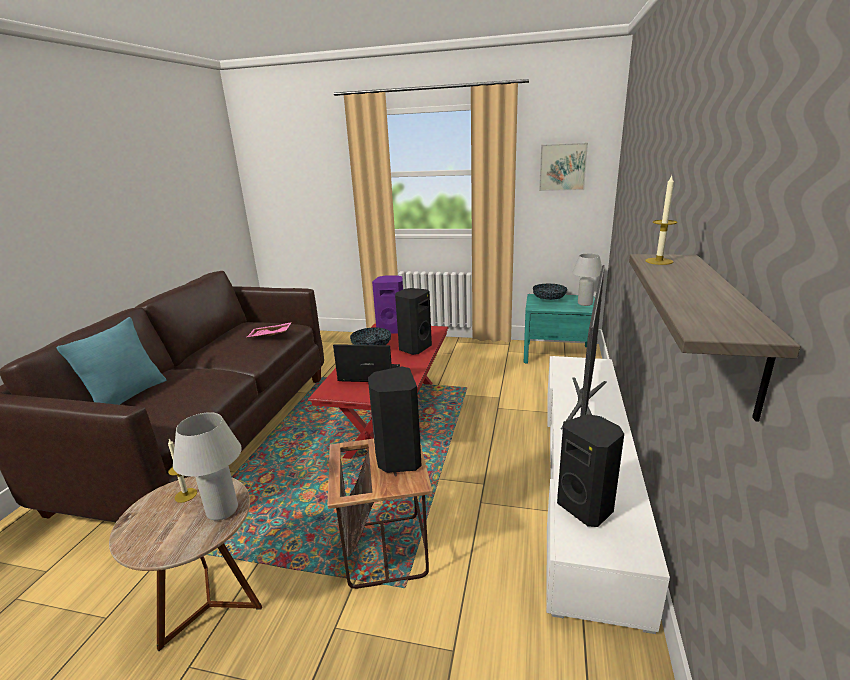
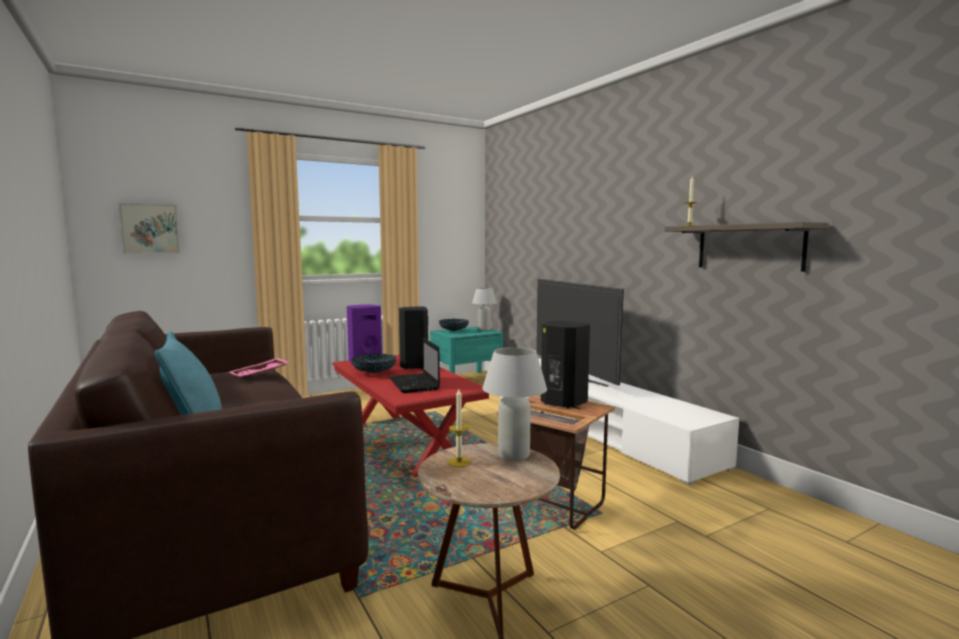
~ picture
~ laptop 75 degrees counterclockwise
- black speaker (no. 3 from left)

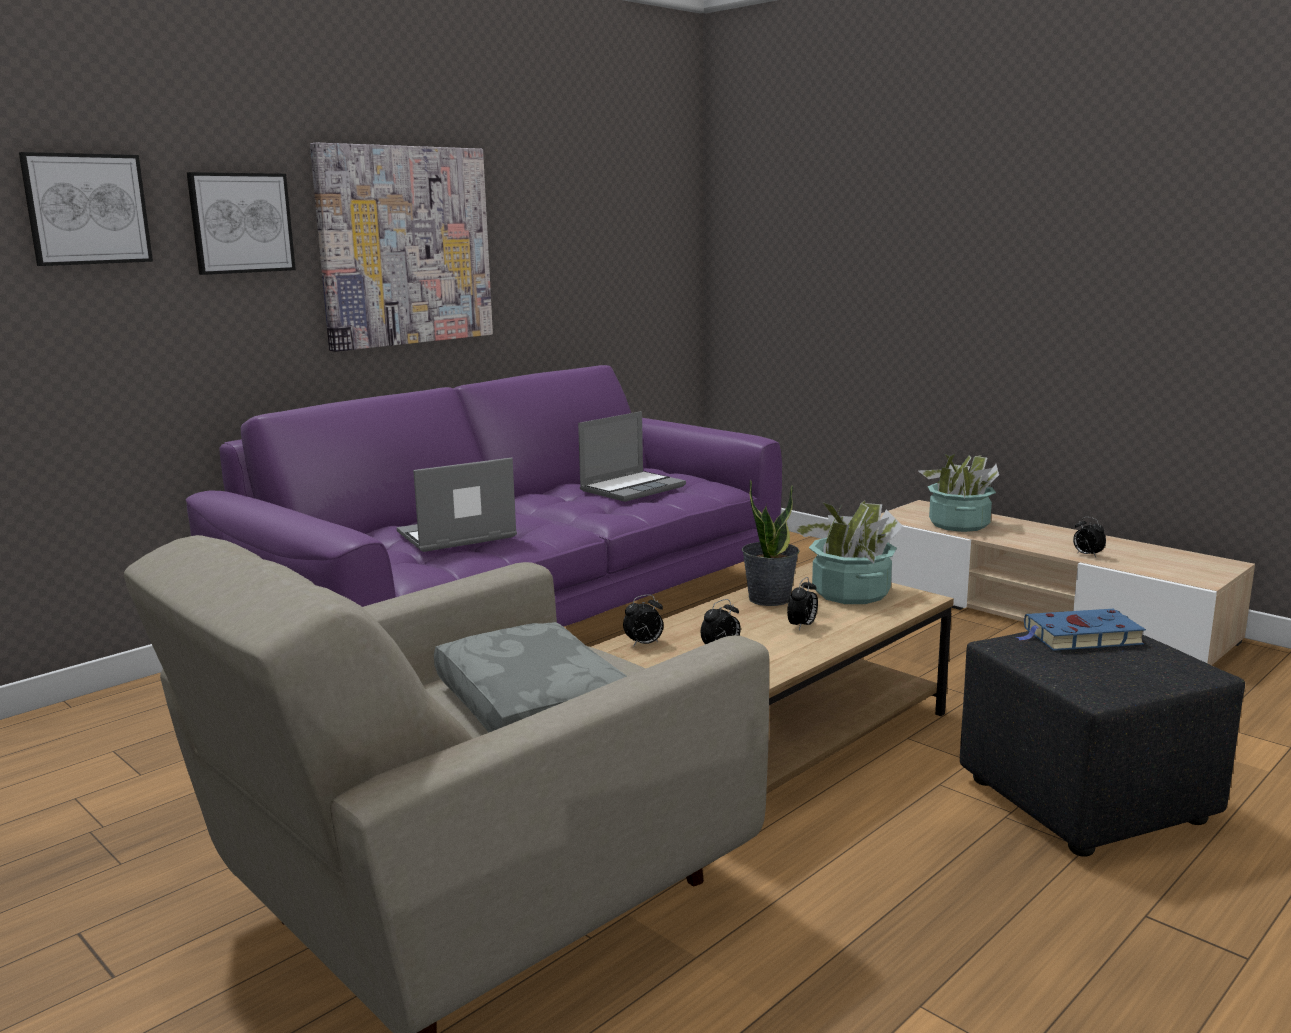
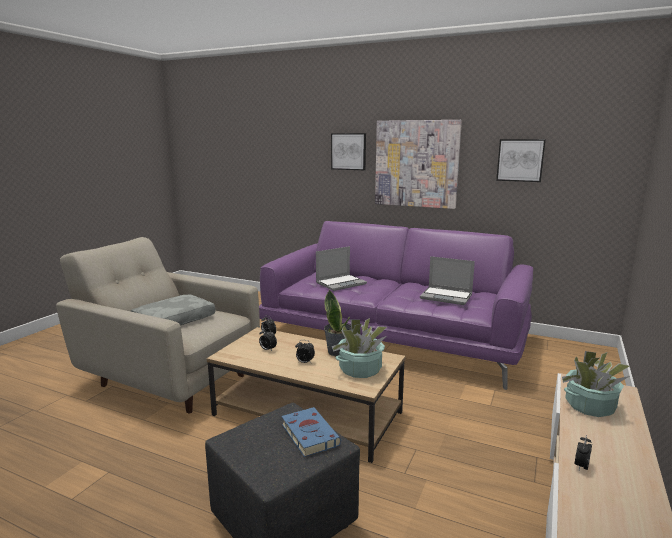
~ laptop (no. 1 from left) 105 degrees clockwise
~ picture (no. 1 from left in the first image) to picture (no. 3 from left)

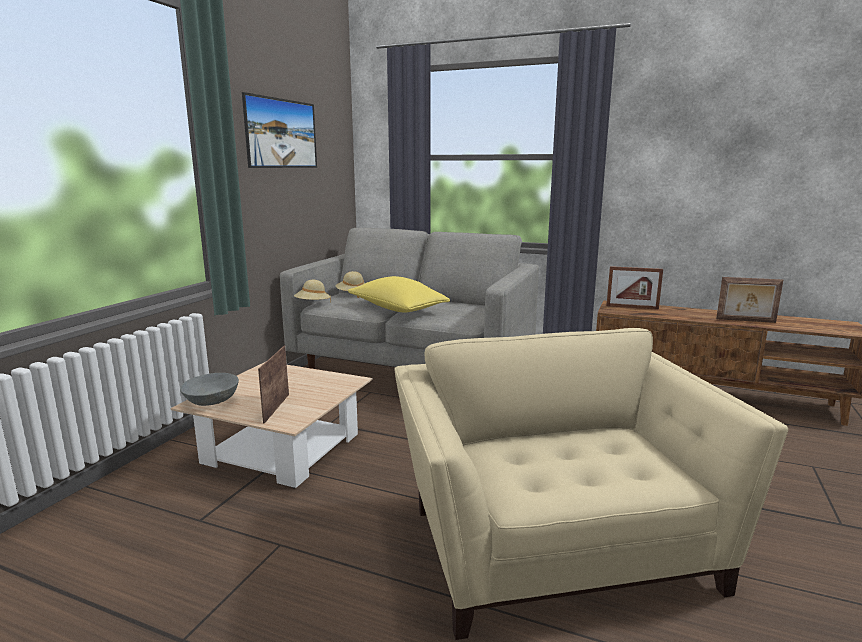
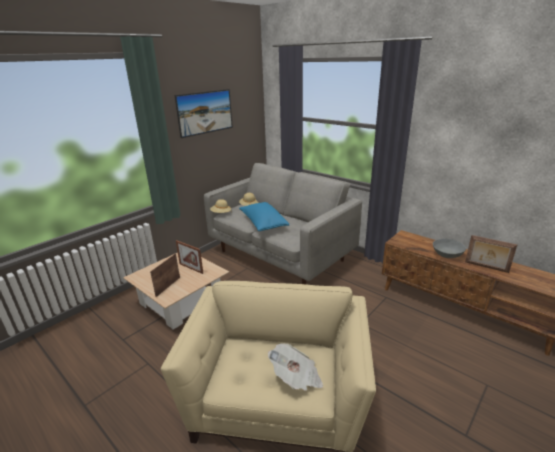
~ picture frame (no. 2 from left)
~ yellow pillow to blue pillow
+ newspaper
~ grey bowl

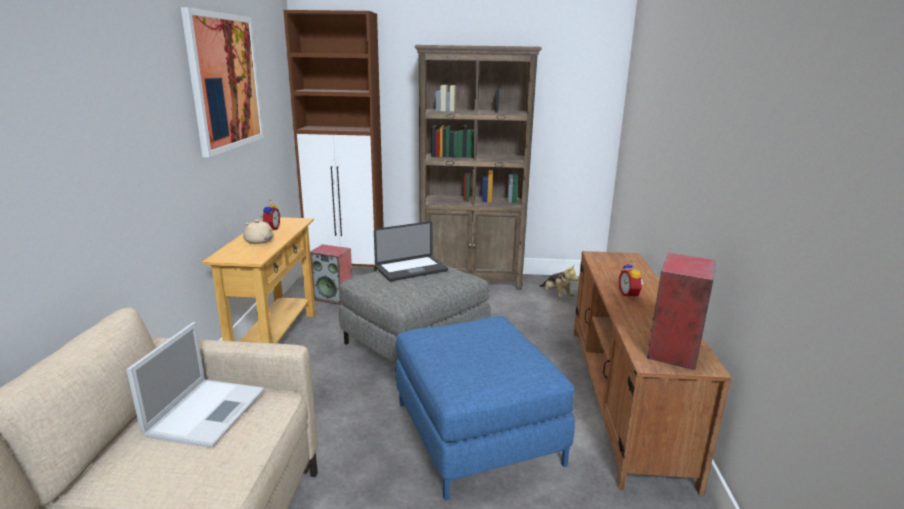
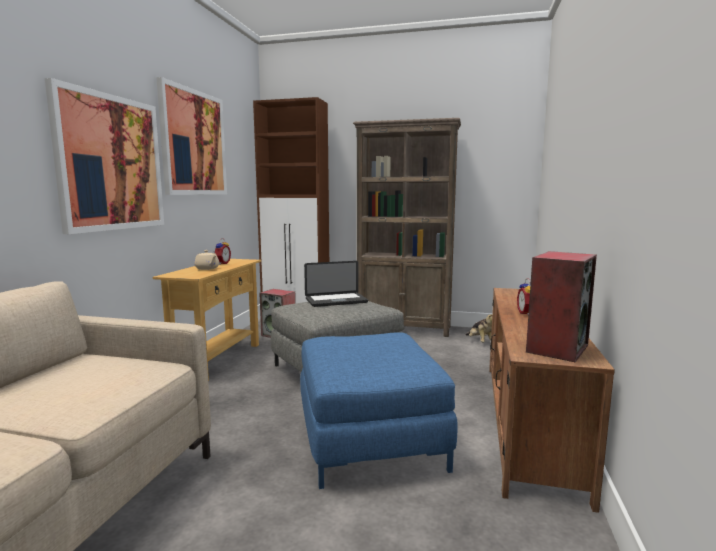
+ picture (no. 1 from left)
- laptop (no. 1 from left)

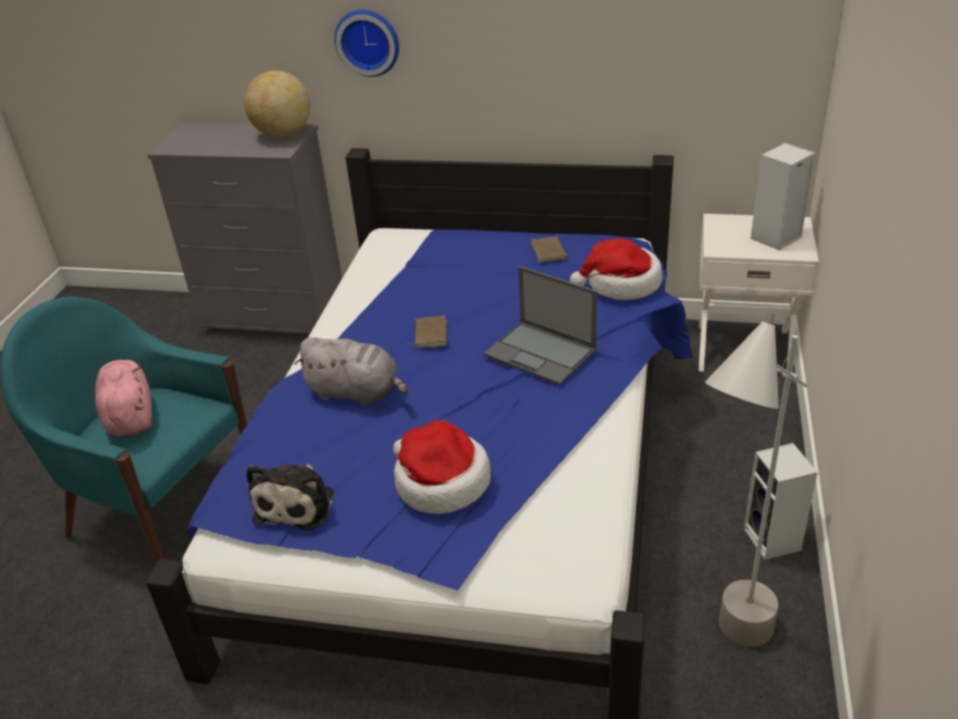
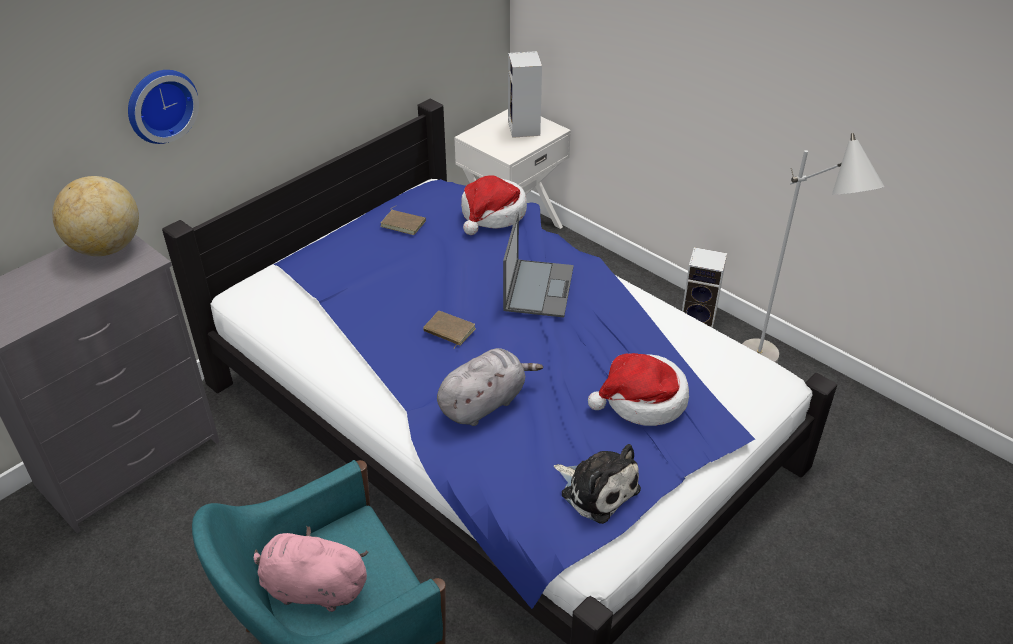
~ laptop 60 degrees counterclockwise

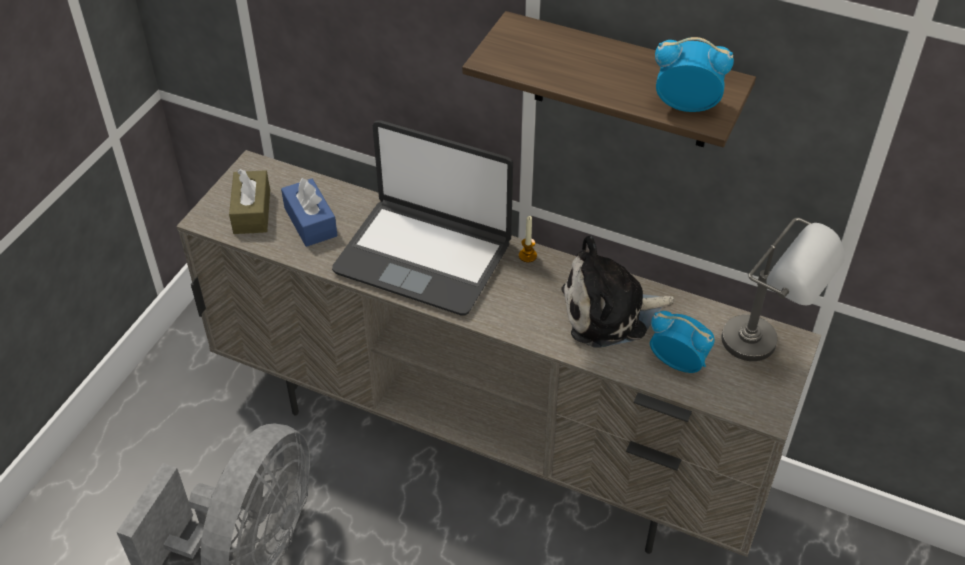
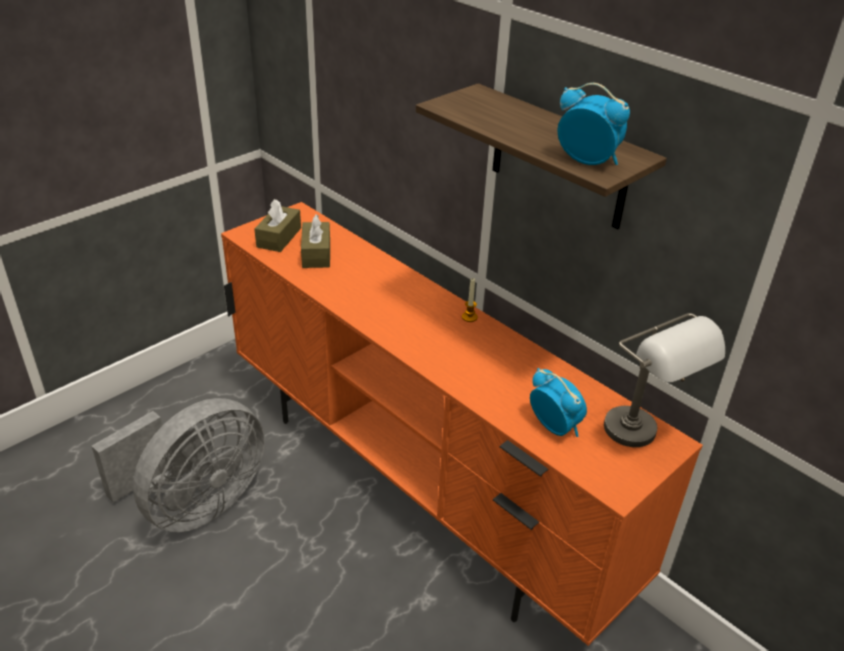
~ beige tv stand to orange tv stand
~ blue tissue box to brown tissue box (no. 2 from left)
- laptop
- plush toy

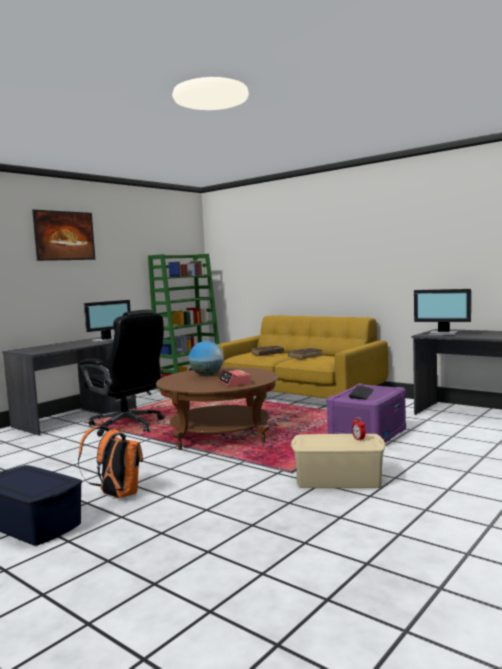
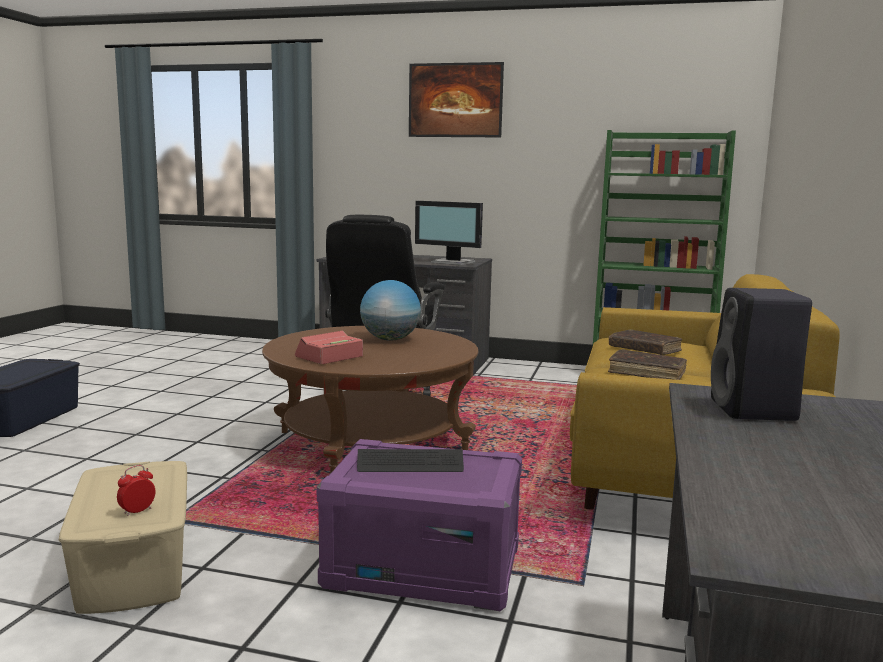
~ monitor (no. 2 from left) to black speaker
- orange backpack

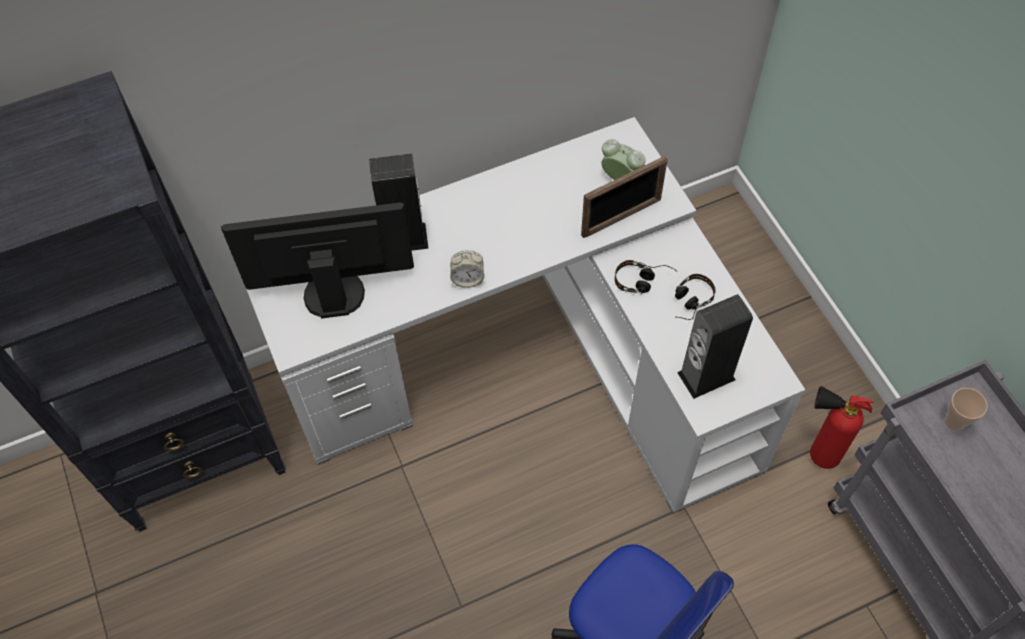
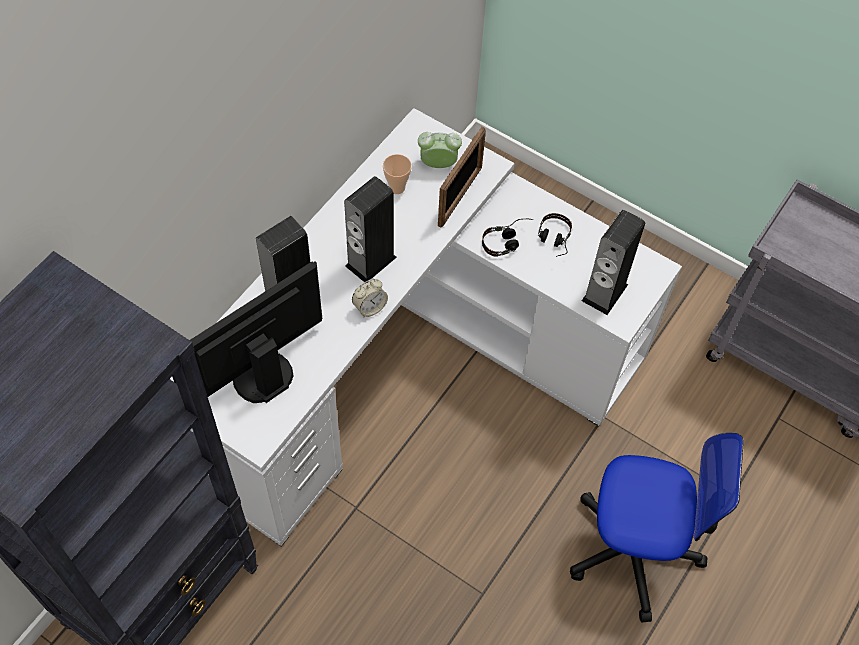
+ speaker (no. 2 from left)
~ cup
- fire extinguisher

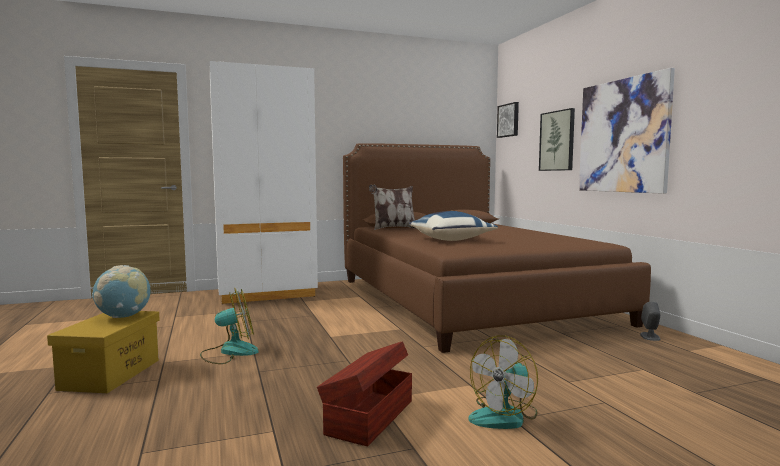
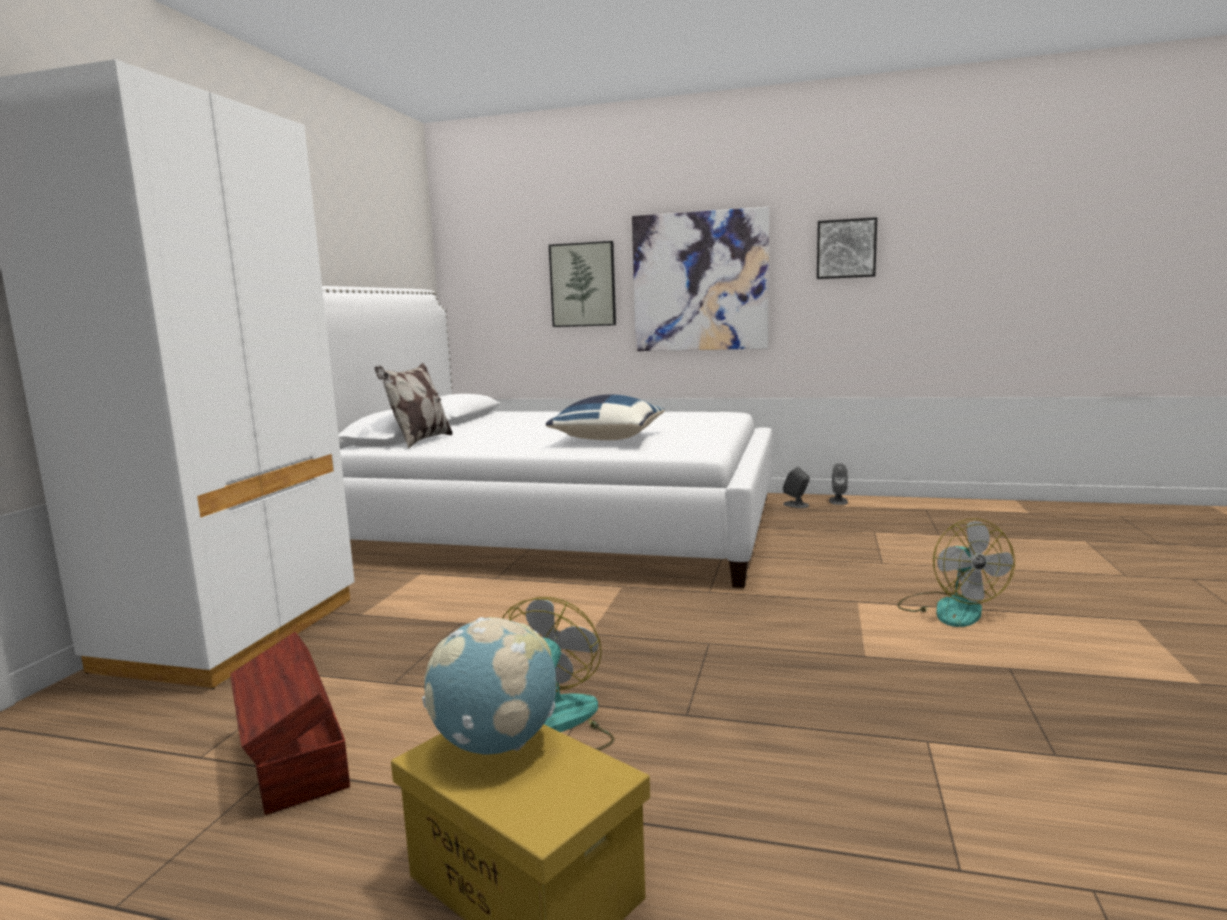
~ brown storage box
~ brown bed to white bed
~ picture (no. 1 from left in the first image) to picture (no. 3 from left)
+ grey speaker (no. 2 from left)

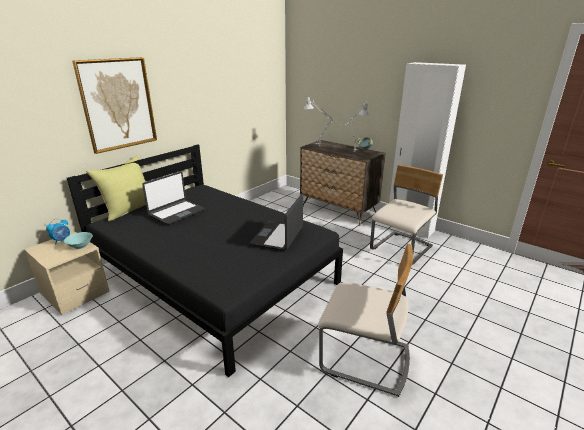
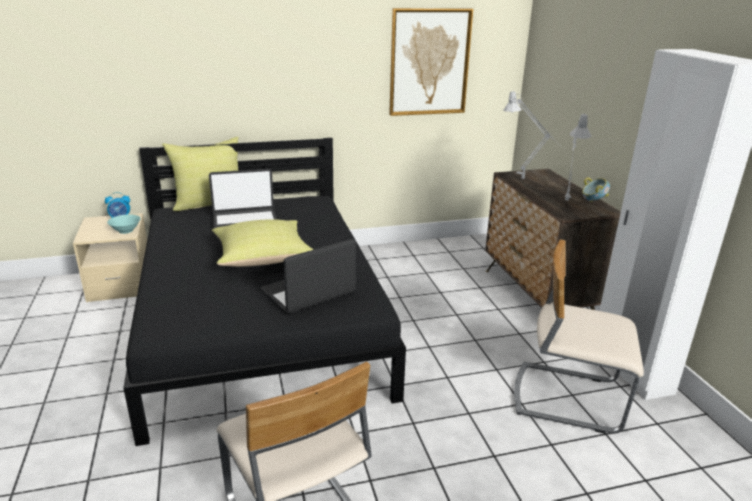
+ yellow pillow (no. 2 from left)
~ picture
~ beige chair (no. 2 from left) 150 degrees counterclockwise

